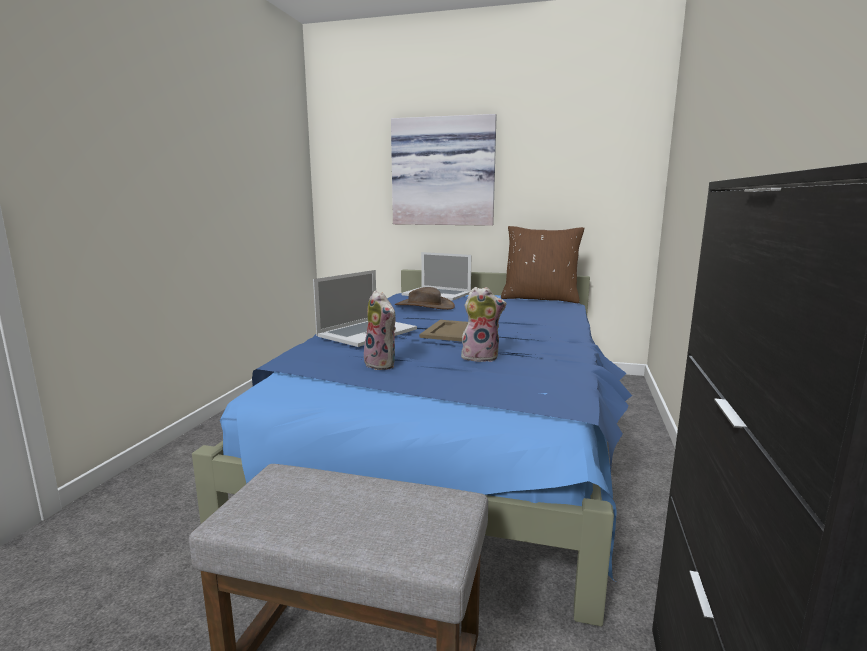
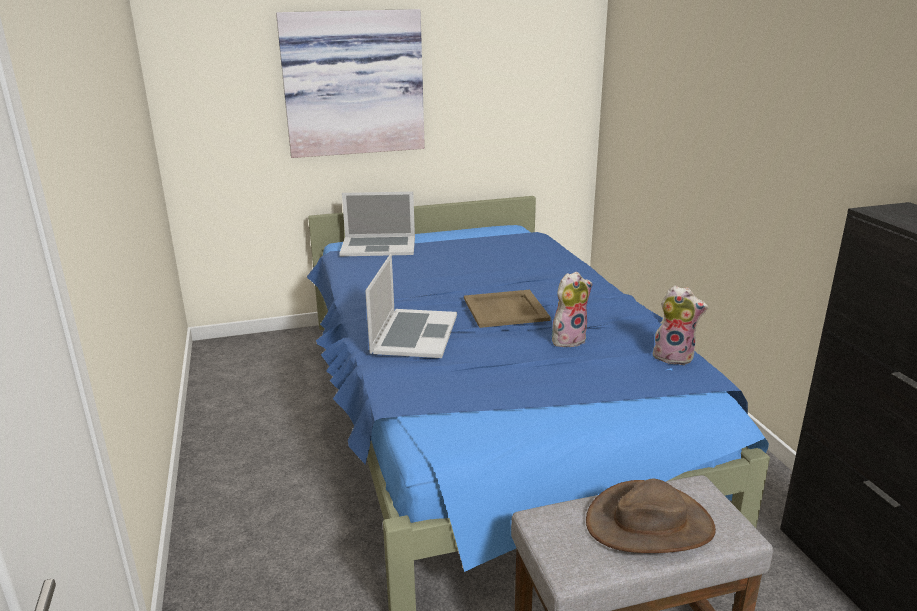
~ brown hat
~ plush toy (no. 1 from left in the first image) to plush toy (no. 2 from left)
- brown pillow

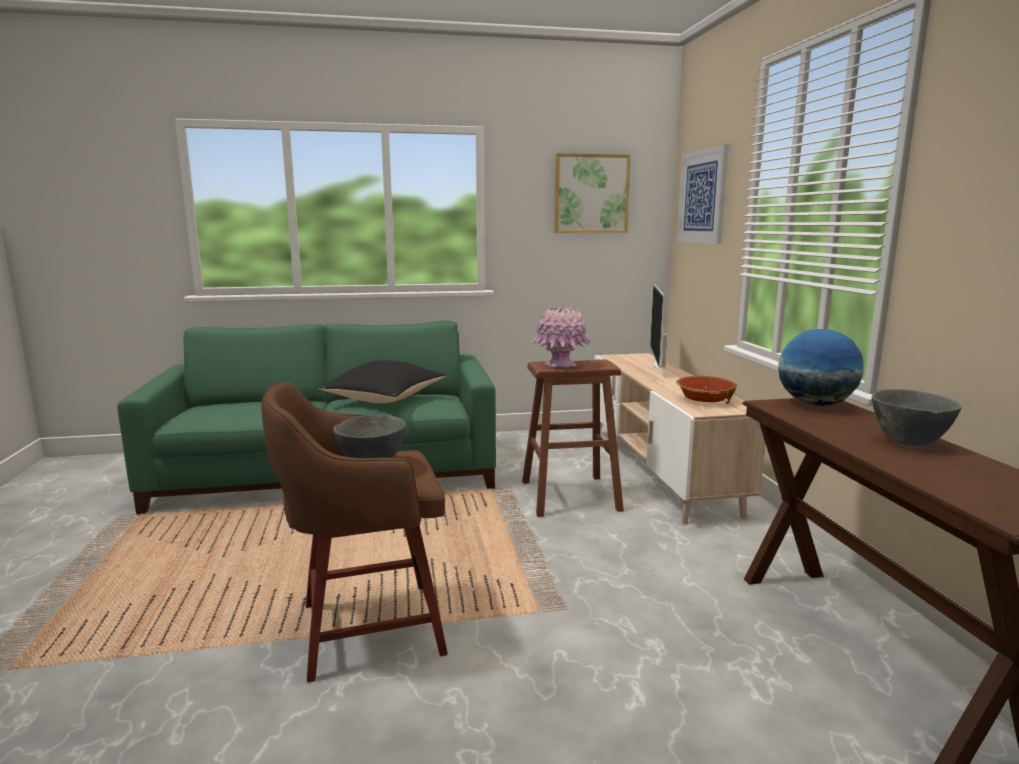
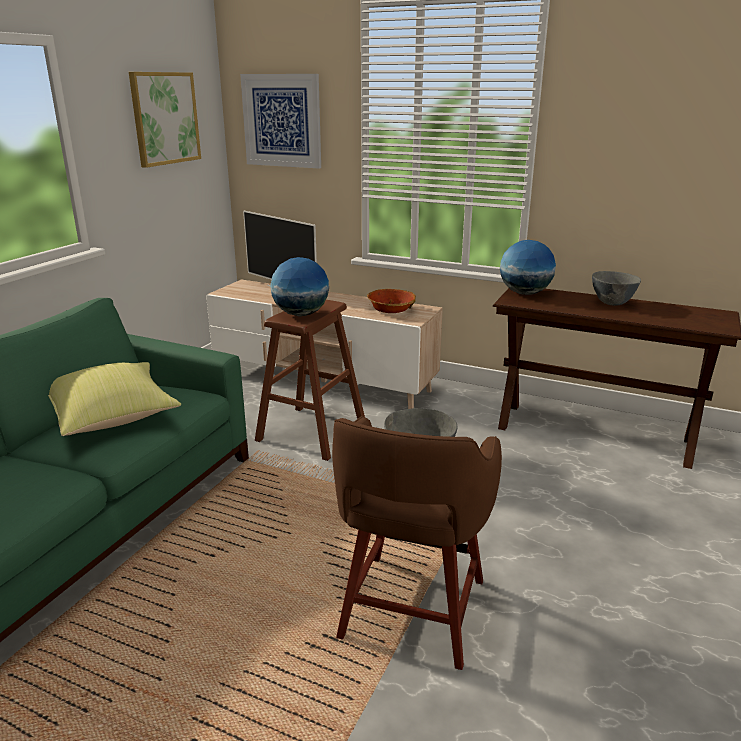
~ black pillow to yellow pillow
~ pink vase to globe (no. 1 from left)

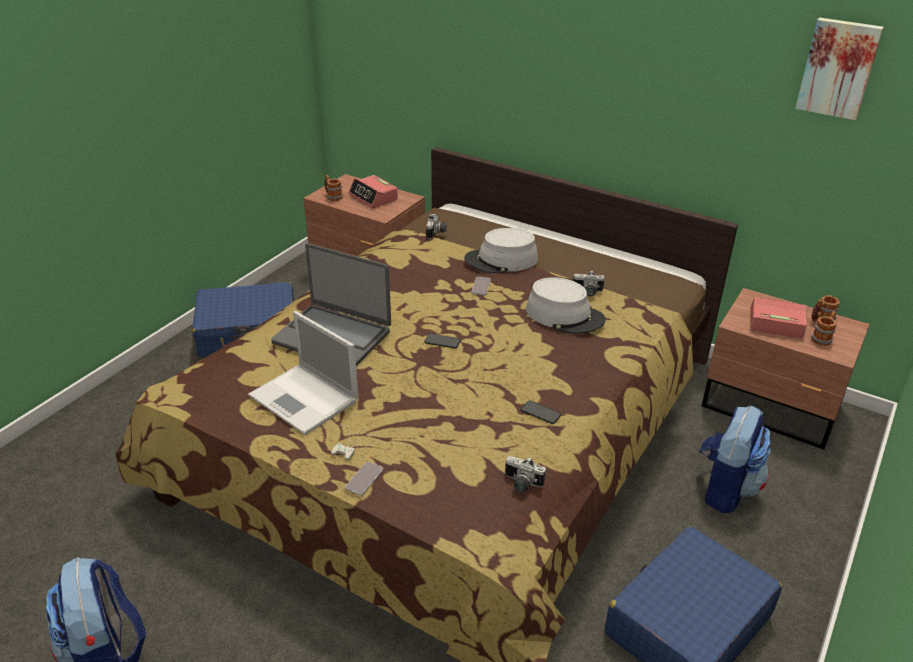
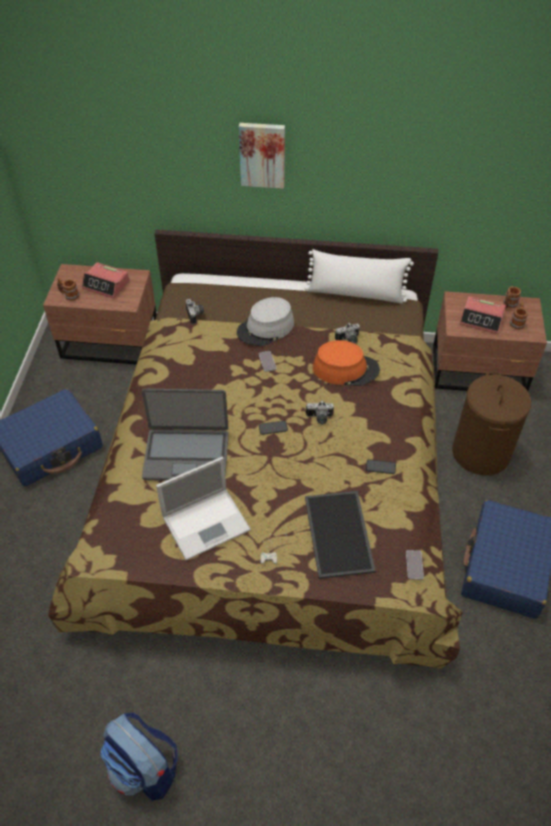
~ laptop (no. 1 from left in the first image) 45 degrees counterclockwise
~ picture
+ white pillow
+ tray
~ photo camera (no. 2 from left)
~ grey hat (no. 2 from left) to orange hat
~ phone (no. 1 from left in the first image) to phone (no. 4 from left)
~ backpack (no. 2 from left) to brown laundry basket
~ alarm clock (no. 2 from left) 150 degrees counterclockwise

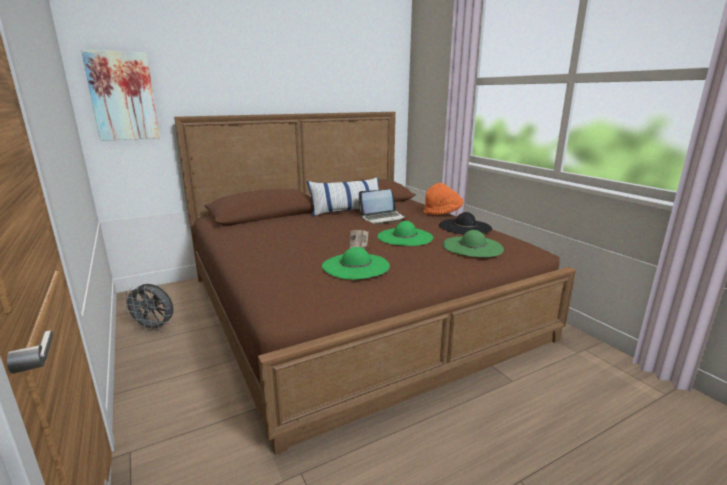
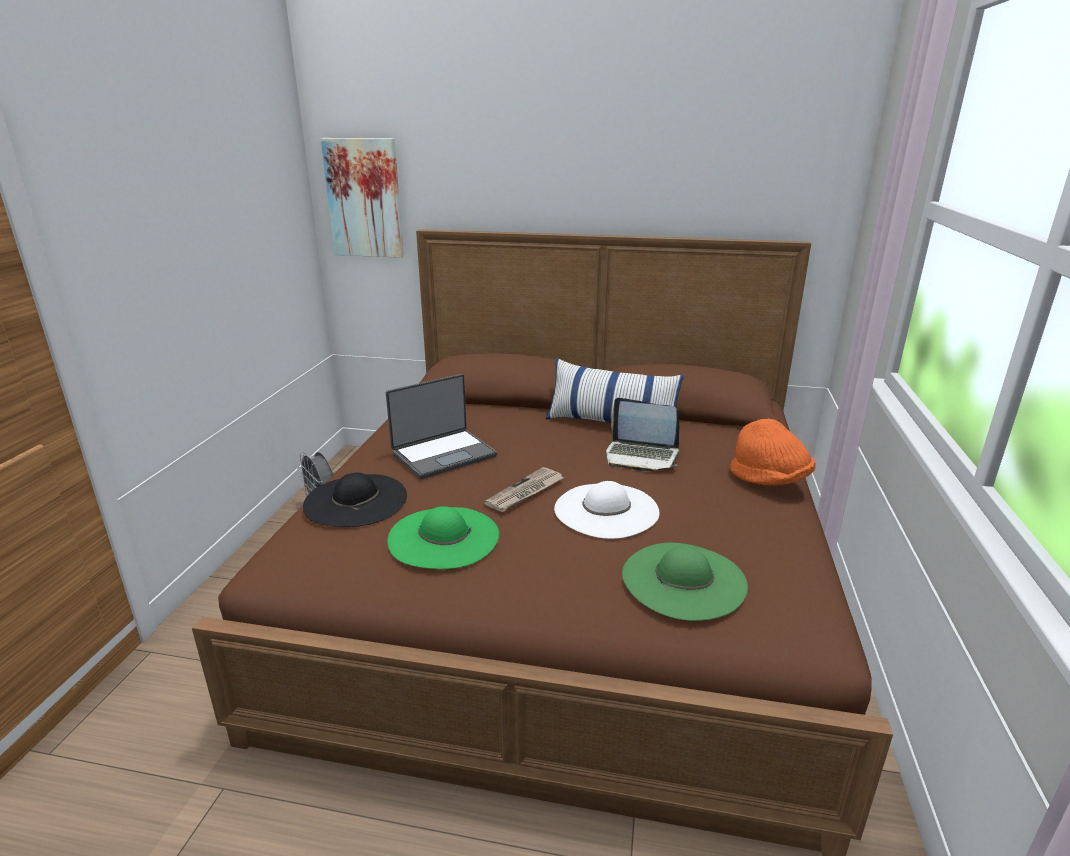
~ black hat
+ laptop (no. 1 from left)
~ green hat (no. 2 from left) to white hat

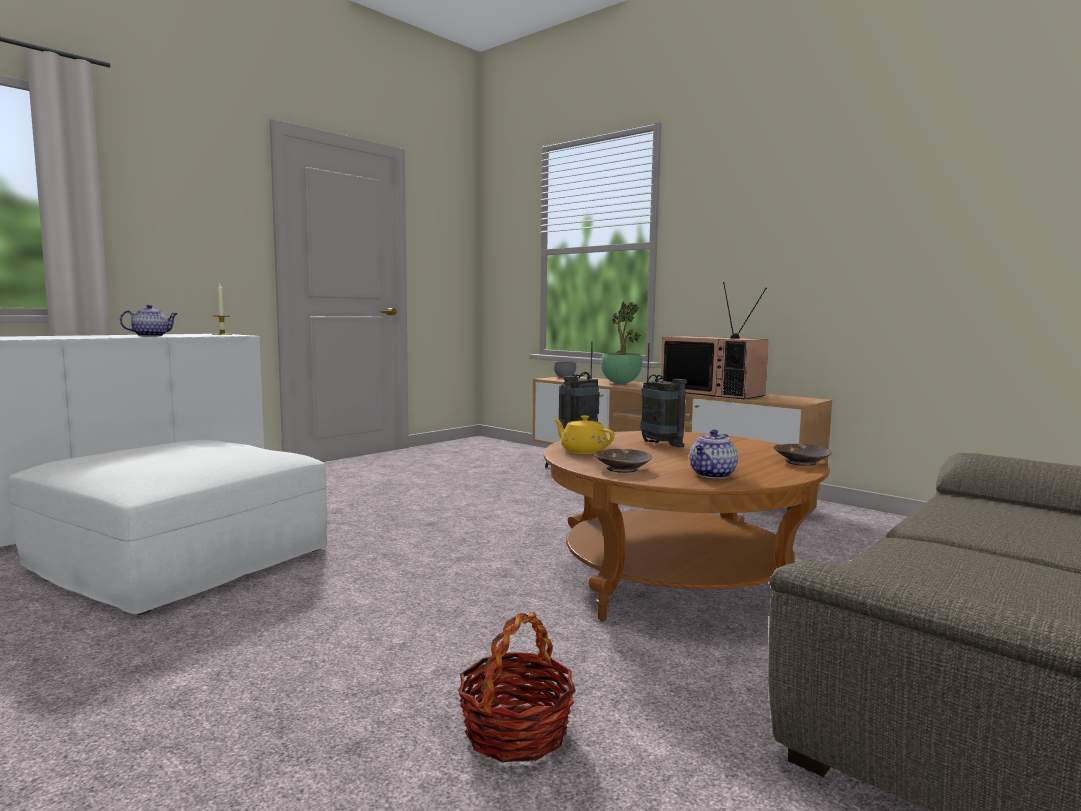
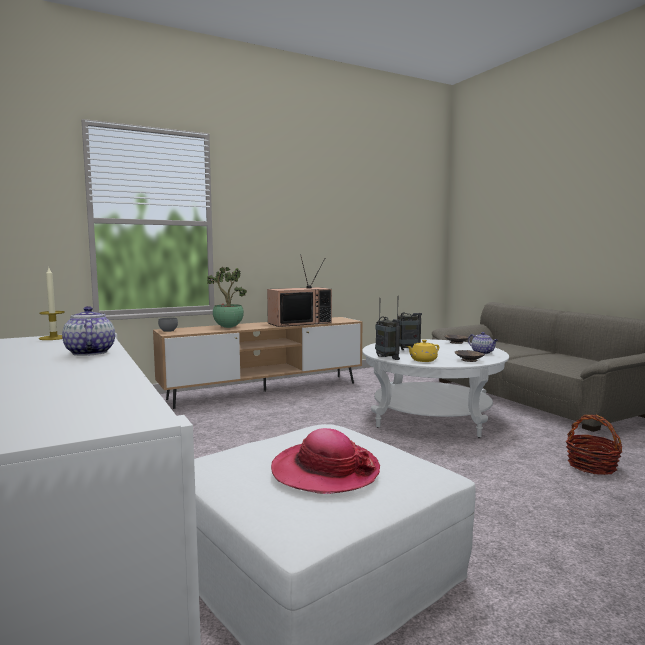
+ hat
~ brown coffee table to white coffee table

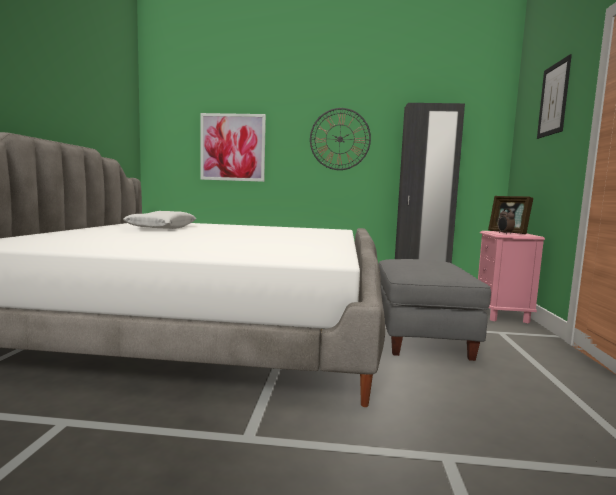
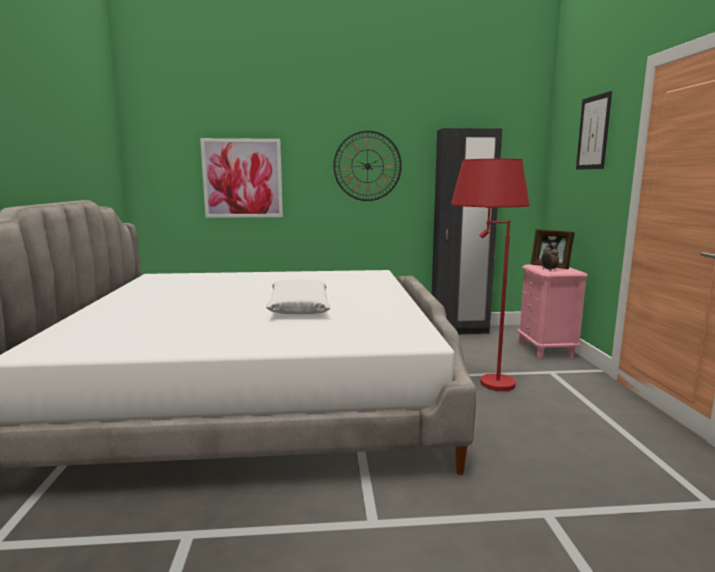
~ white pillow
~ grey ottoman to red floor lamp

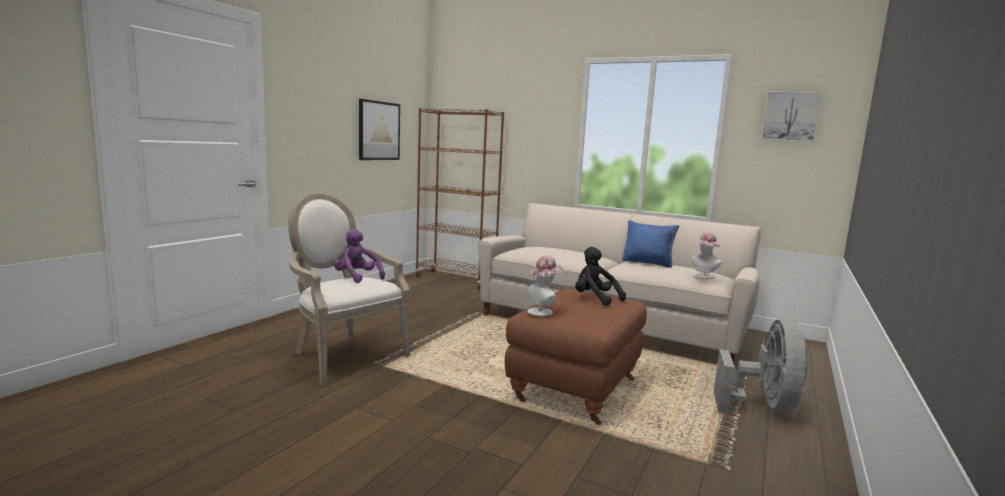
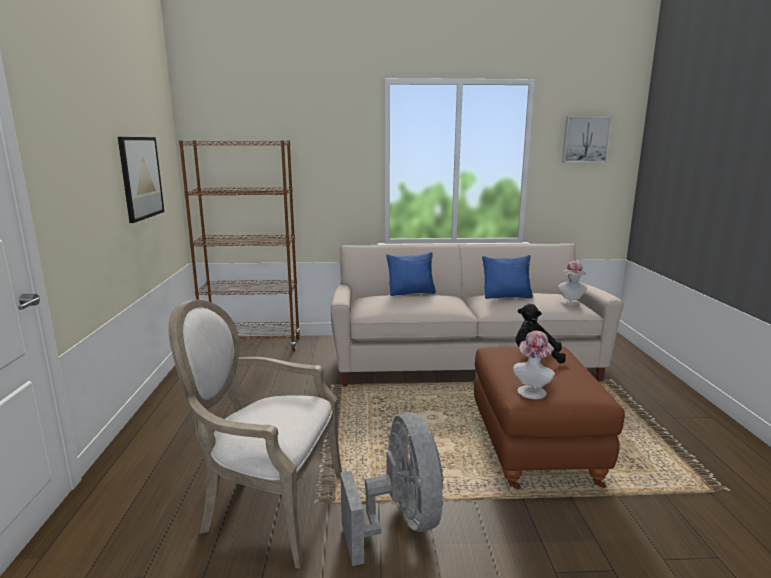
~ grey fan
+ blue pillow (no. 1 from left)
- purple plush toy

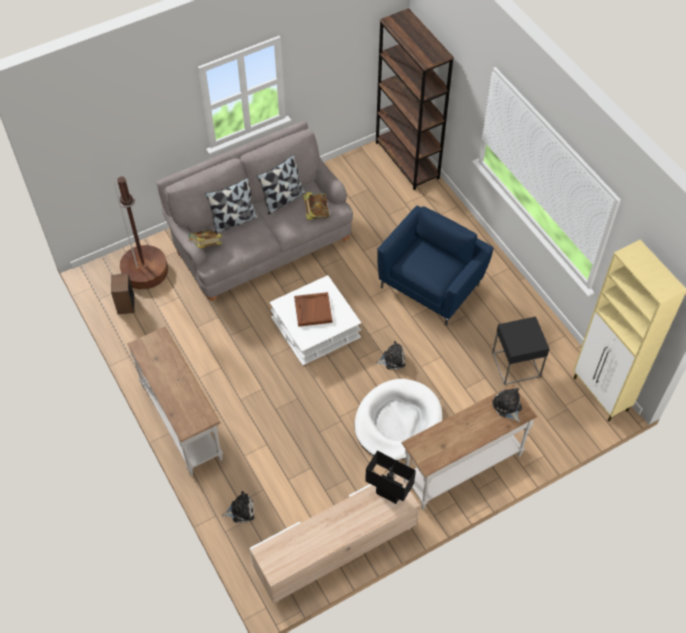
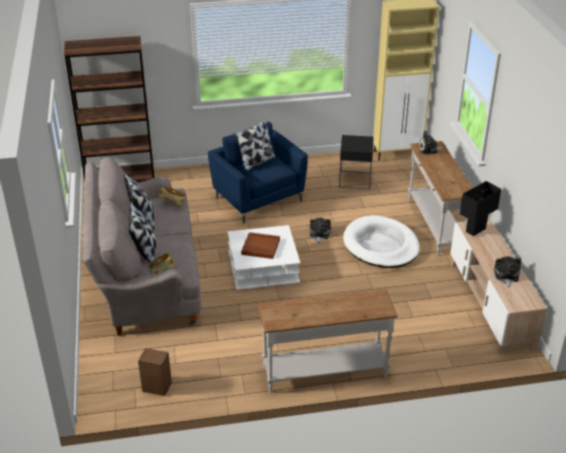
+ pillow (no. 3 from left)
~ plush toy (no. 1 from left in the first image) to plush toy (no. 3 from left)
- brown floor lamp

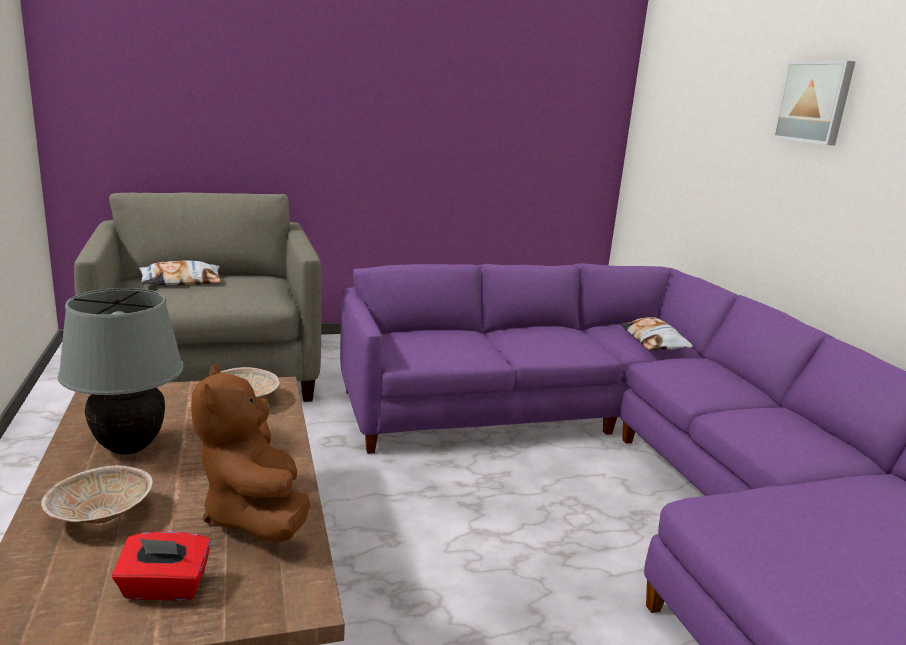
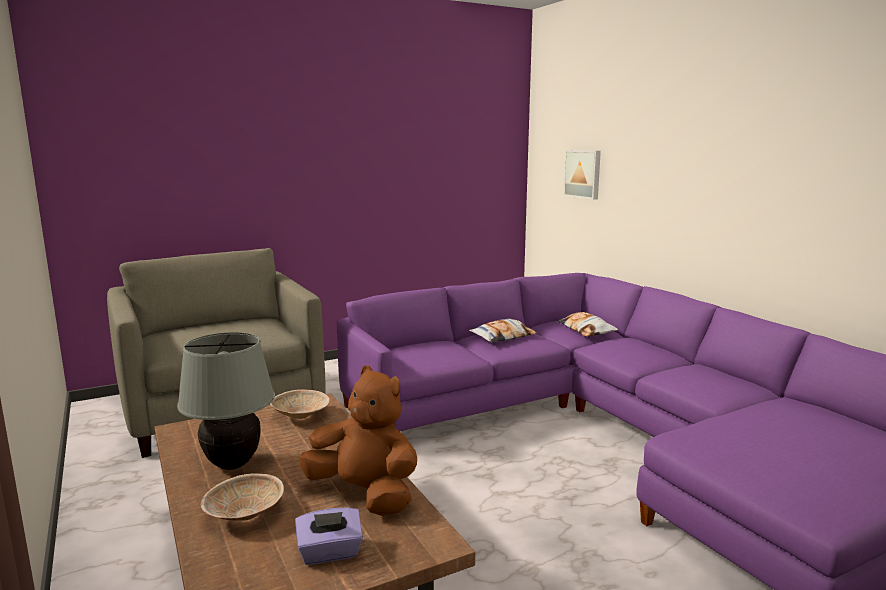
~ red tissue box to purple tissue box
~ brown plush toy 150 degrees clockwise
~ pillow (no. 1 from left)
~ picture

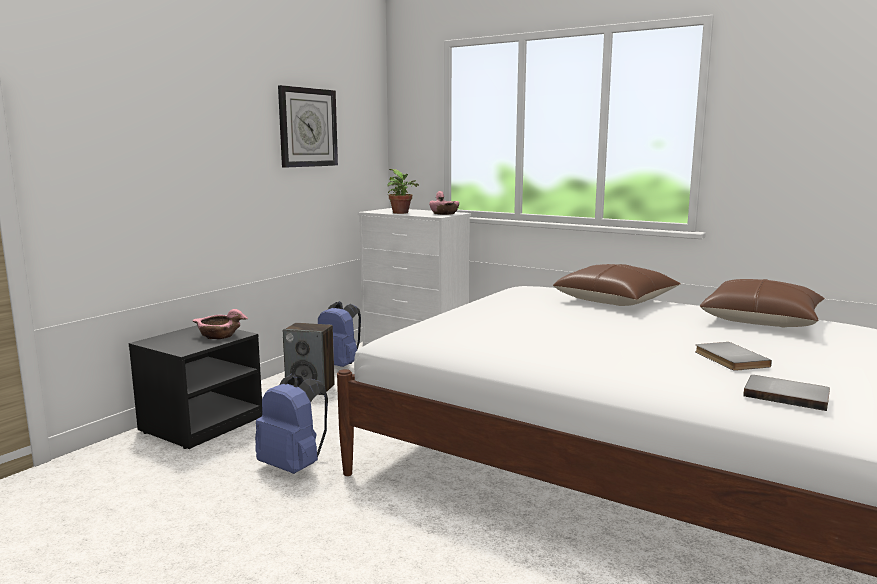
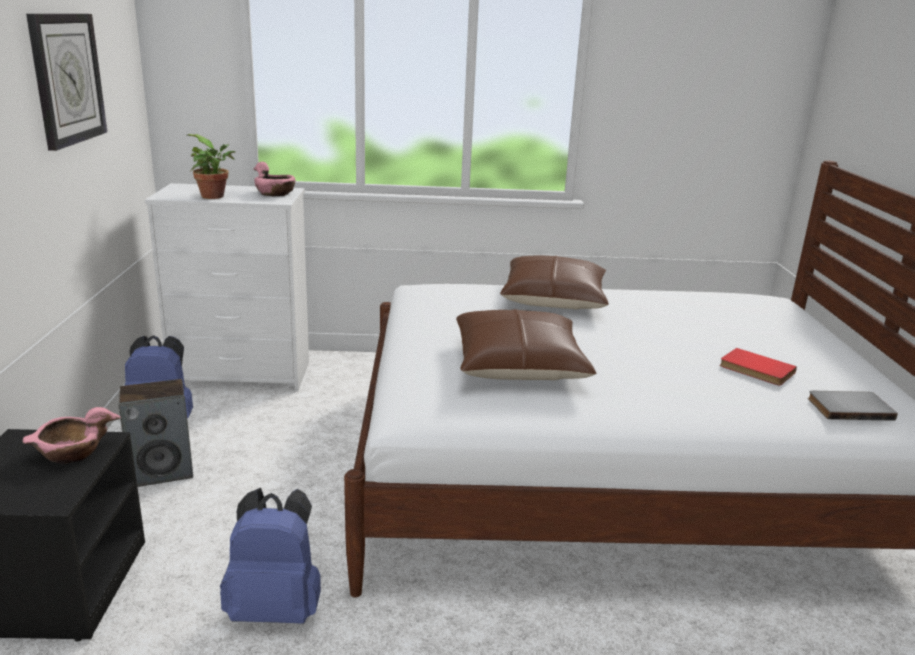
~ brown pillow (no. 2 from left in the first image) to brown pillow (no. 1 from left)
~ grey book (no. 1 from left) to red book

